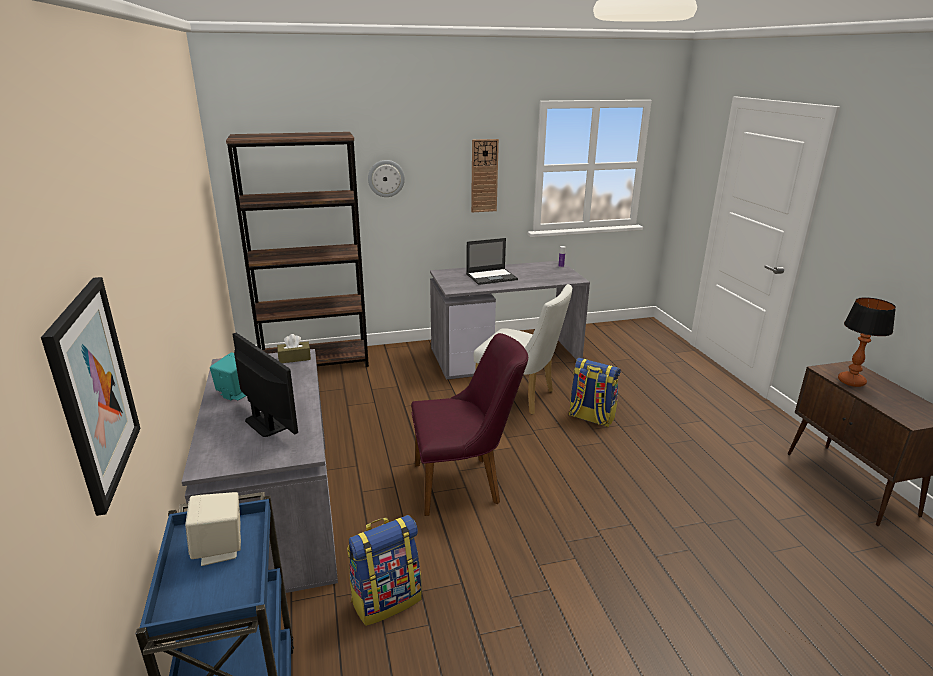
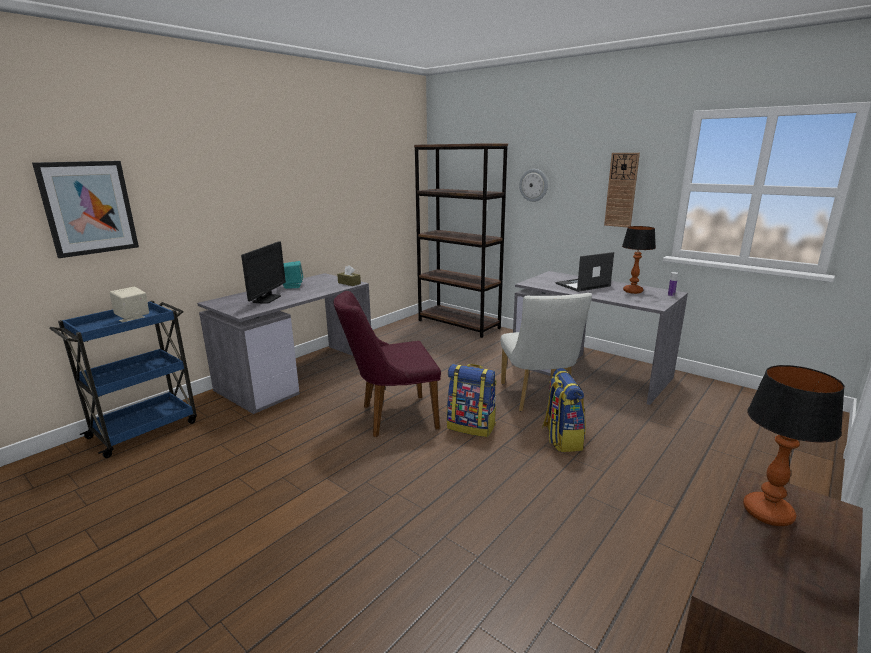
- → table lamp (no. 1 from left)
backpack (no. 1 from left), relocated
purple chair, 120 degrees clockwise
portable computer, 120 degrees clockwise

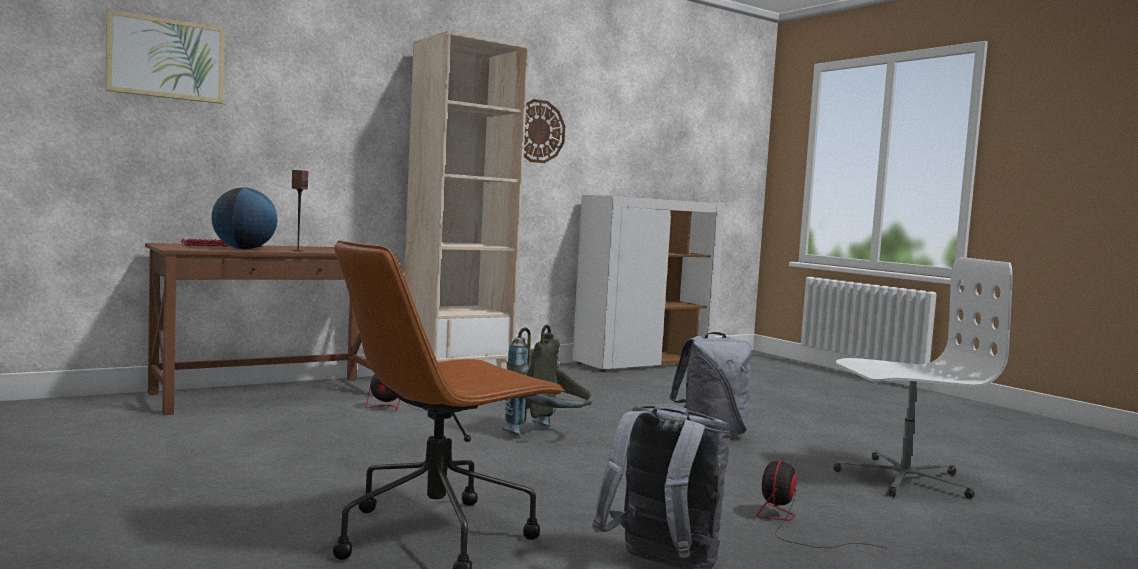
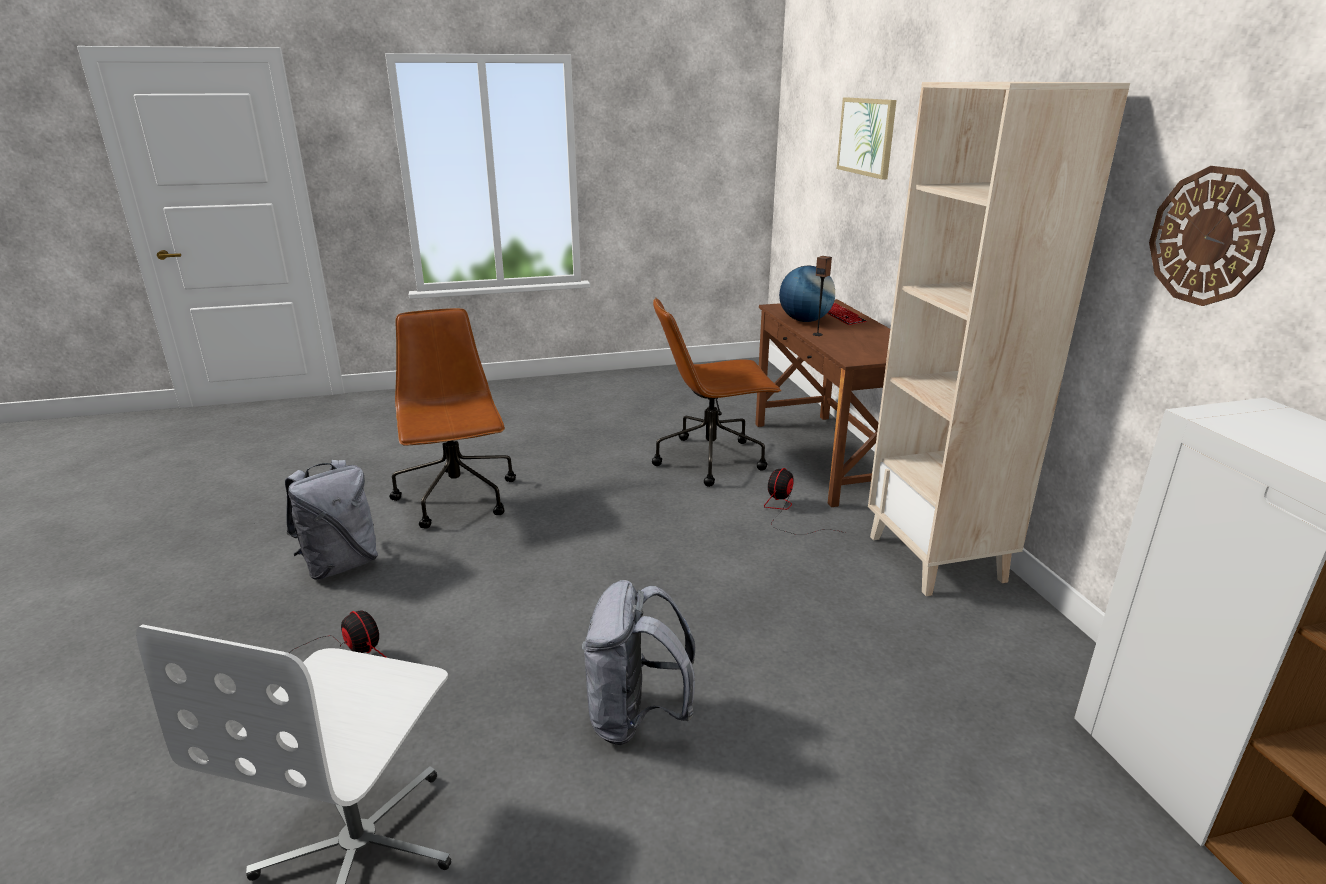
greyish backpack (no. 1 from left) → -
- → brown-coloured desk chair (no. 2 from left)

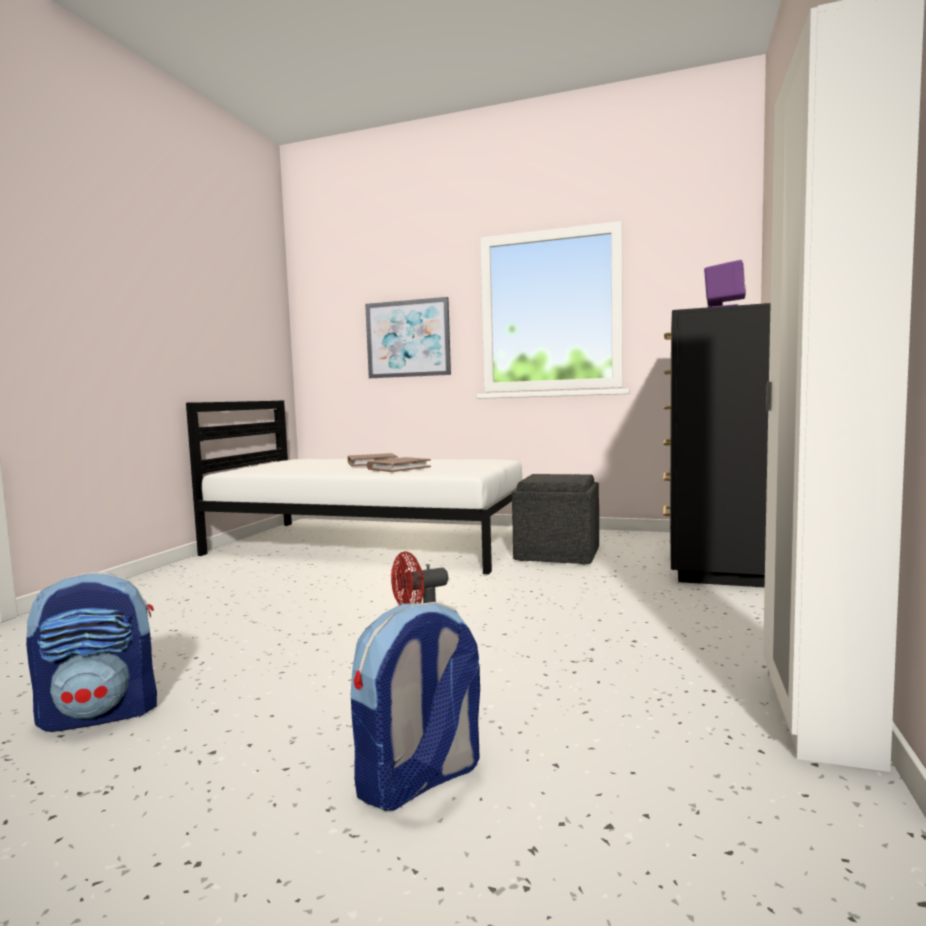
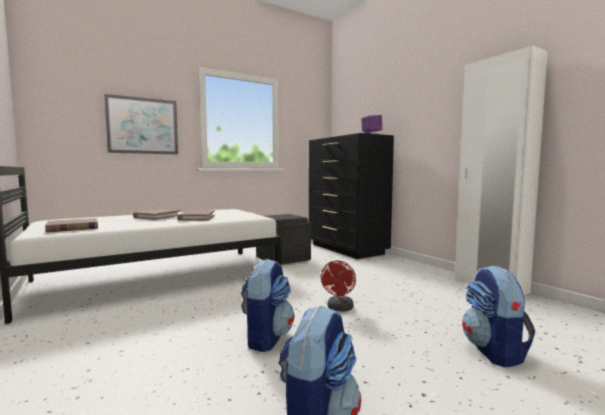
- → brown-coloured volume (no. 1 from left)
- → backpack (no. 1 from left)

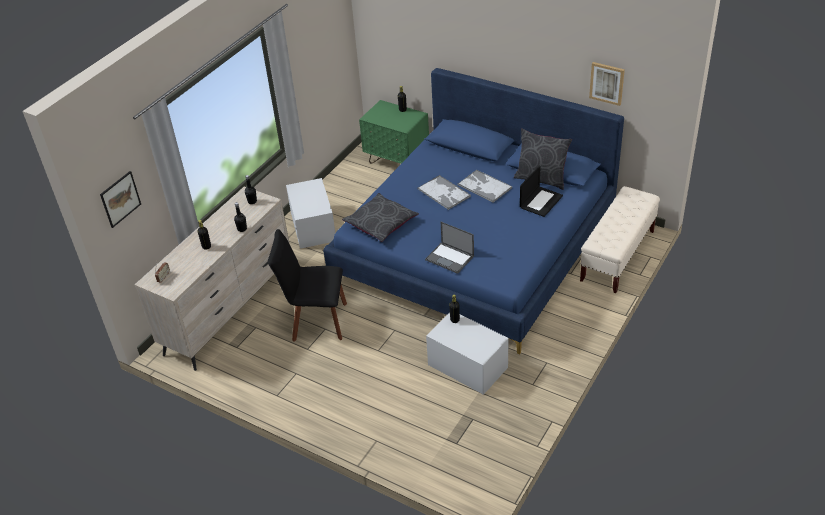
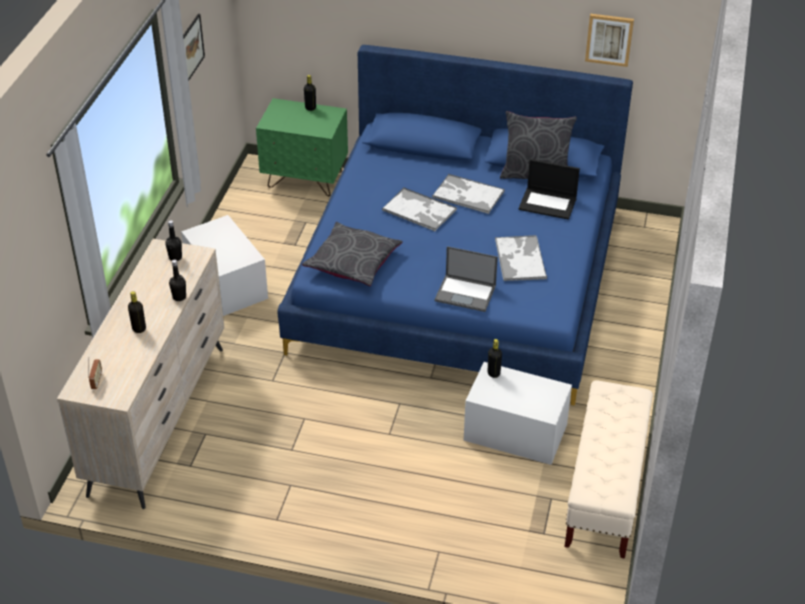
black chair → -
- → carrying tray (no. 3 from left)
wall picture (no. 1 from left), relocated
sand-coloured long seat, relocated
portable computer (no. 2 from left), 90 degrees clockwise

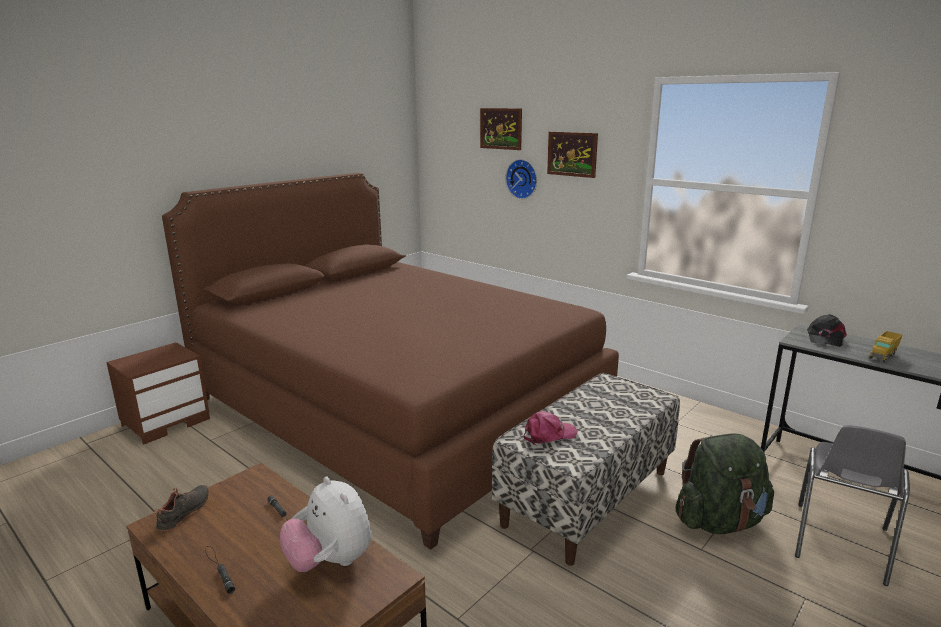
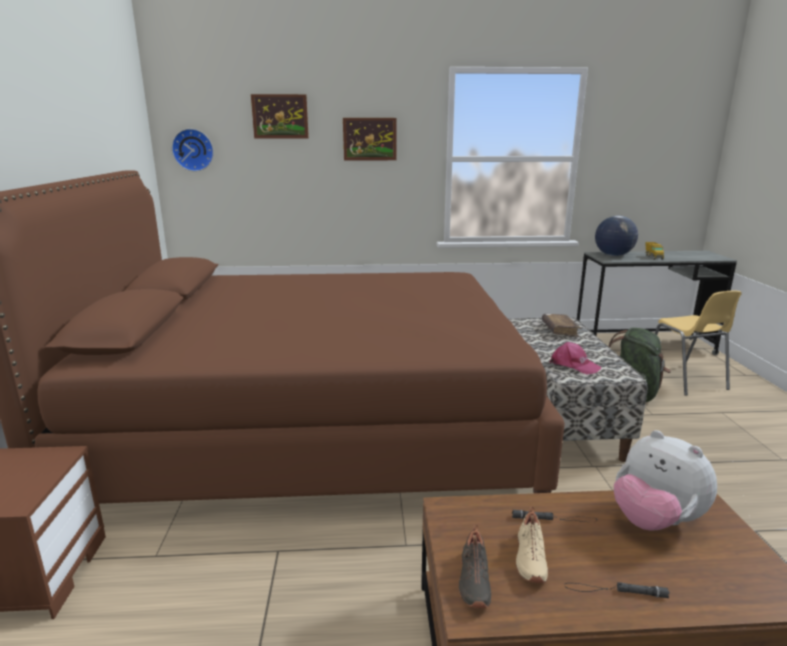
- → sand-coloured low shoe
- → brown-coloured volume
clock on the wall, relocated
black peaked cap → desk globe
greyish chair → yellow-coloured chair
black low shoe, 150 degrees counterclockwise
plush toy, 45 degrees clockwise
pinkish peaked cap, 105 degrees clockwise

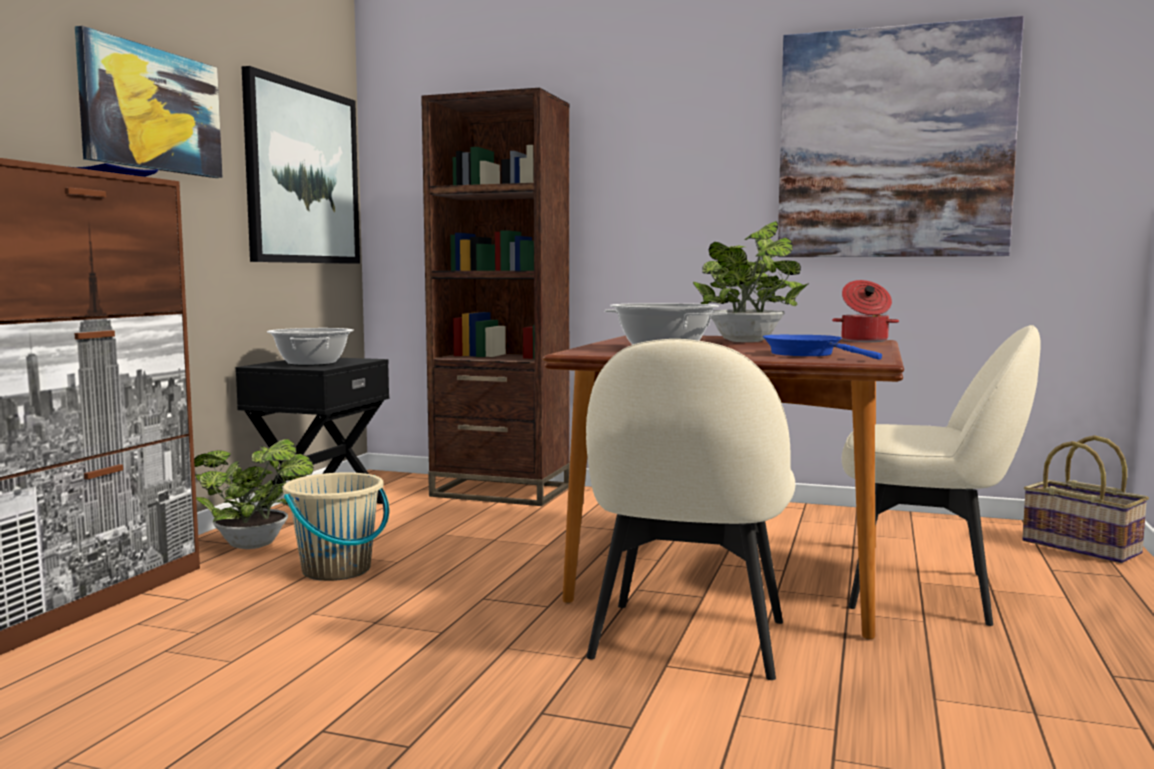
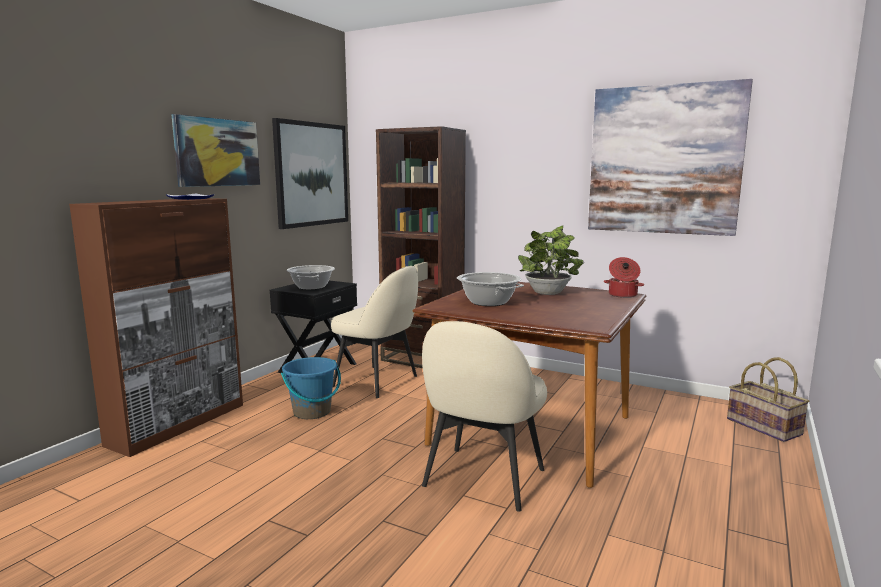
plant in a pot (no. 1 from left) → -
blue-coloured skillet → -
sand-coloured chair (no. 2 from left in the first image) → sand-coloured chair (no. 1 from left), relocated
sand-coloured bucket → blue-coloured bucket

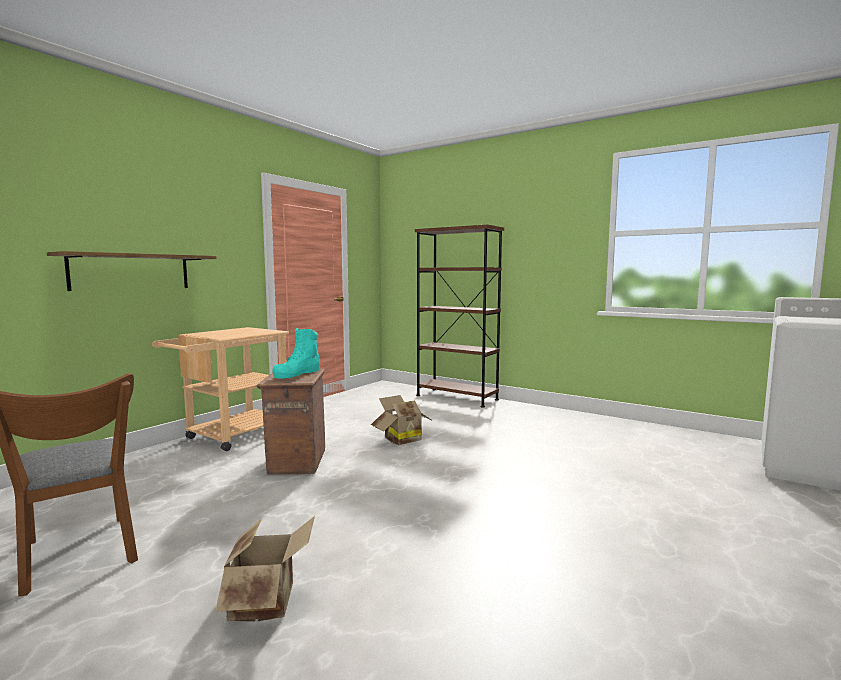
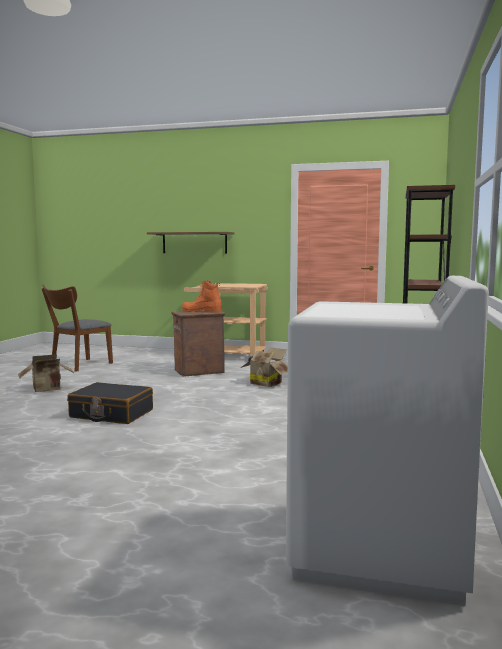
- → black suitcase
turquoise tall boot → orange tall boot

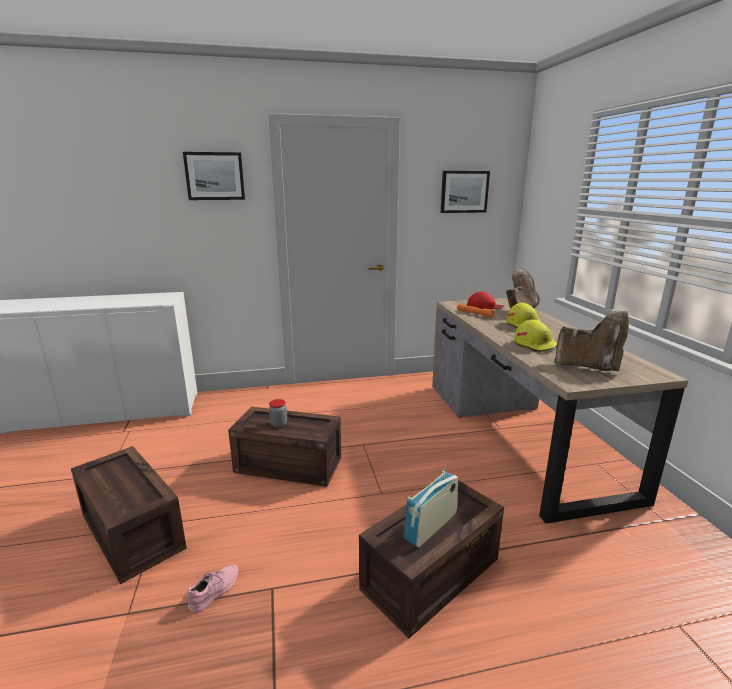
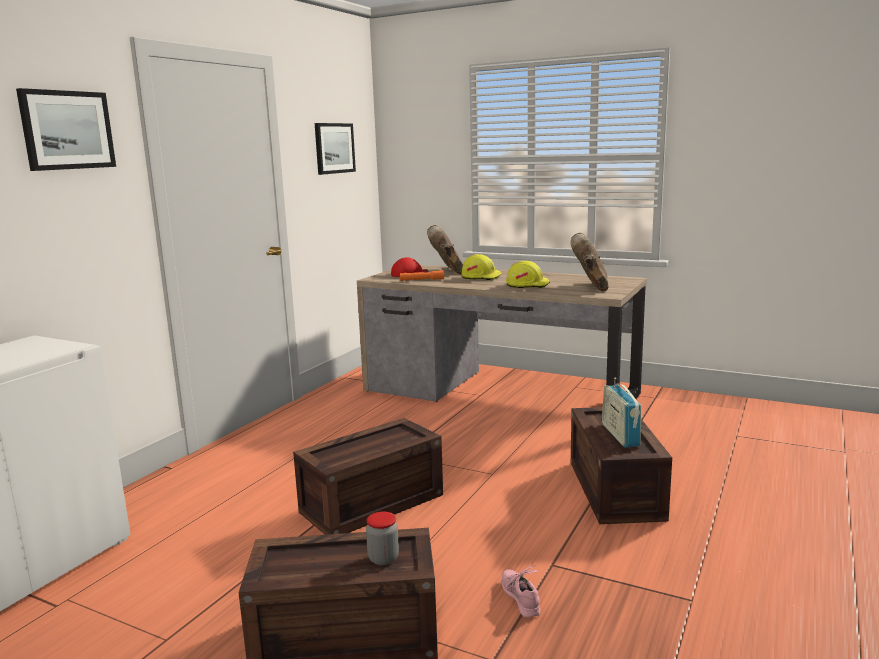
jar, relocated
brown-coloured tall boot (no. 2 from left), 60 degrees counterclockwise

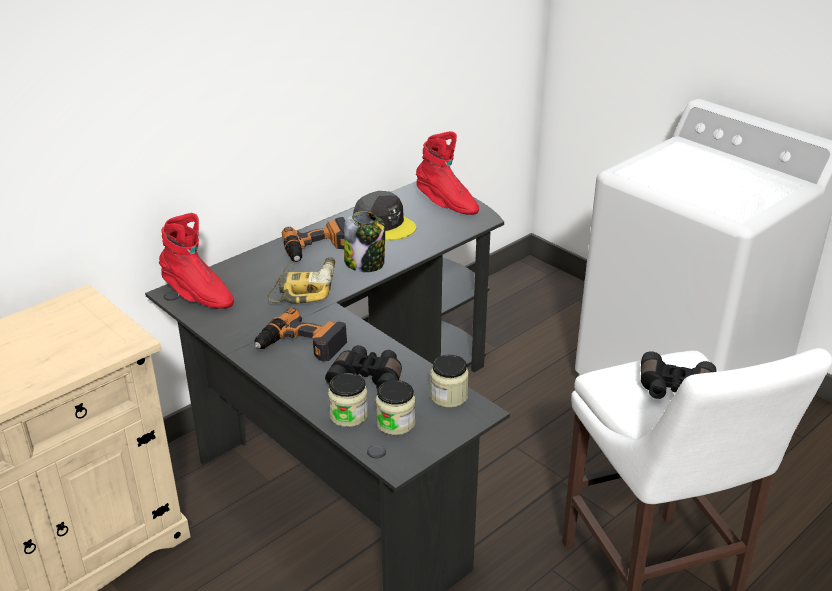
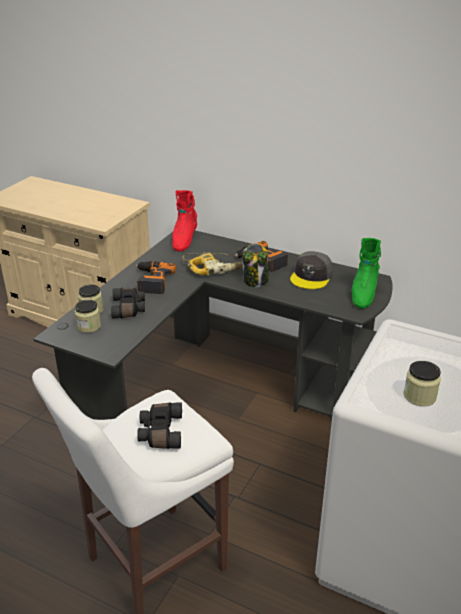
jar (no. 4 from left), relocated
red tall boot (no. 2 from left) → green-coloured tall boot

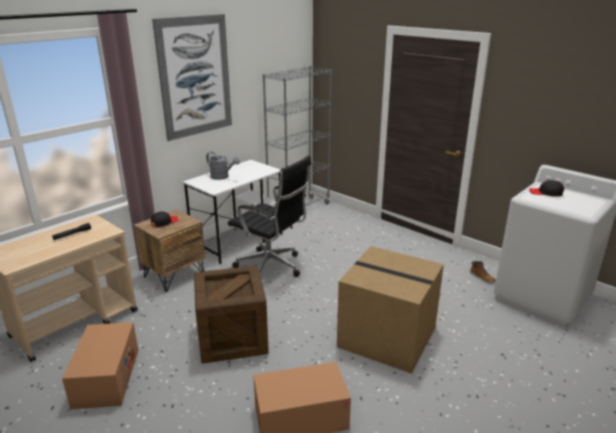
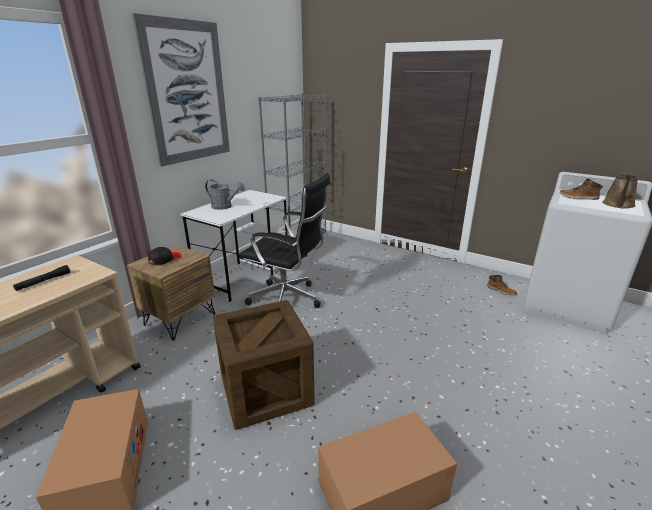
packing box (no. 3 from left) → -
- → brown-coloured sprinkling can
black peaked cap (no. 2 from left) → tall boot (no. 2 from left)

